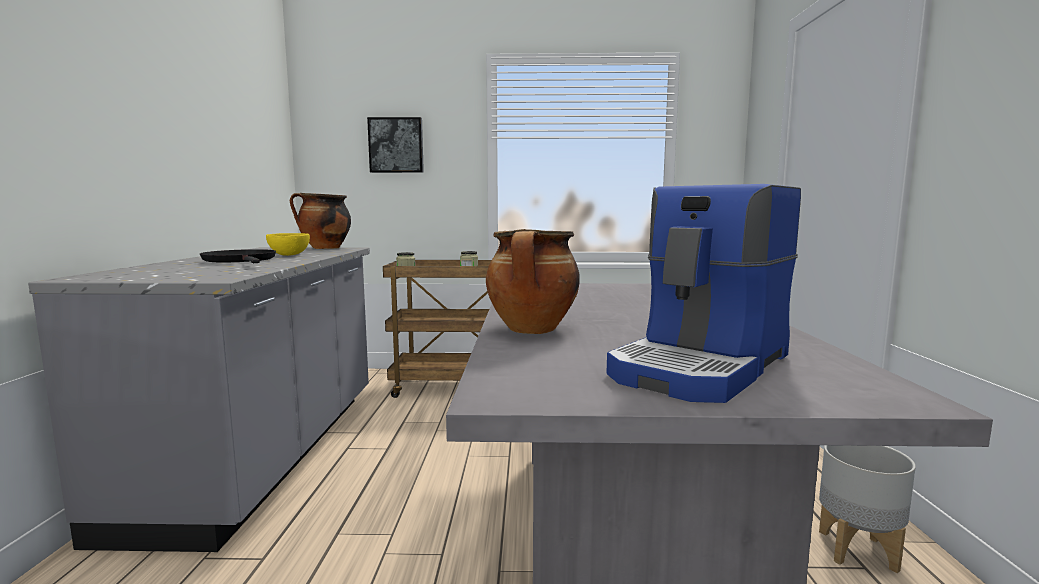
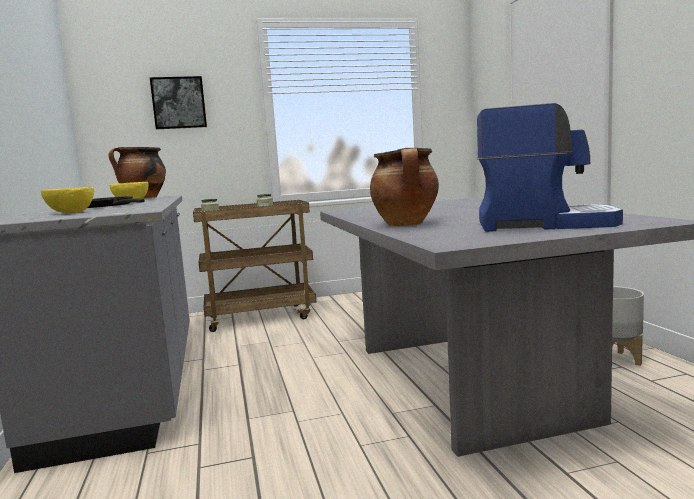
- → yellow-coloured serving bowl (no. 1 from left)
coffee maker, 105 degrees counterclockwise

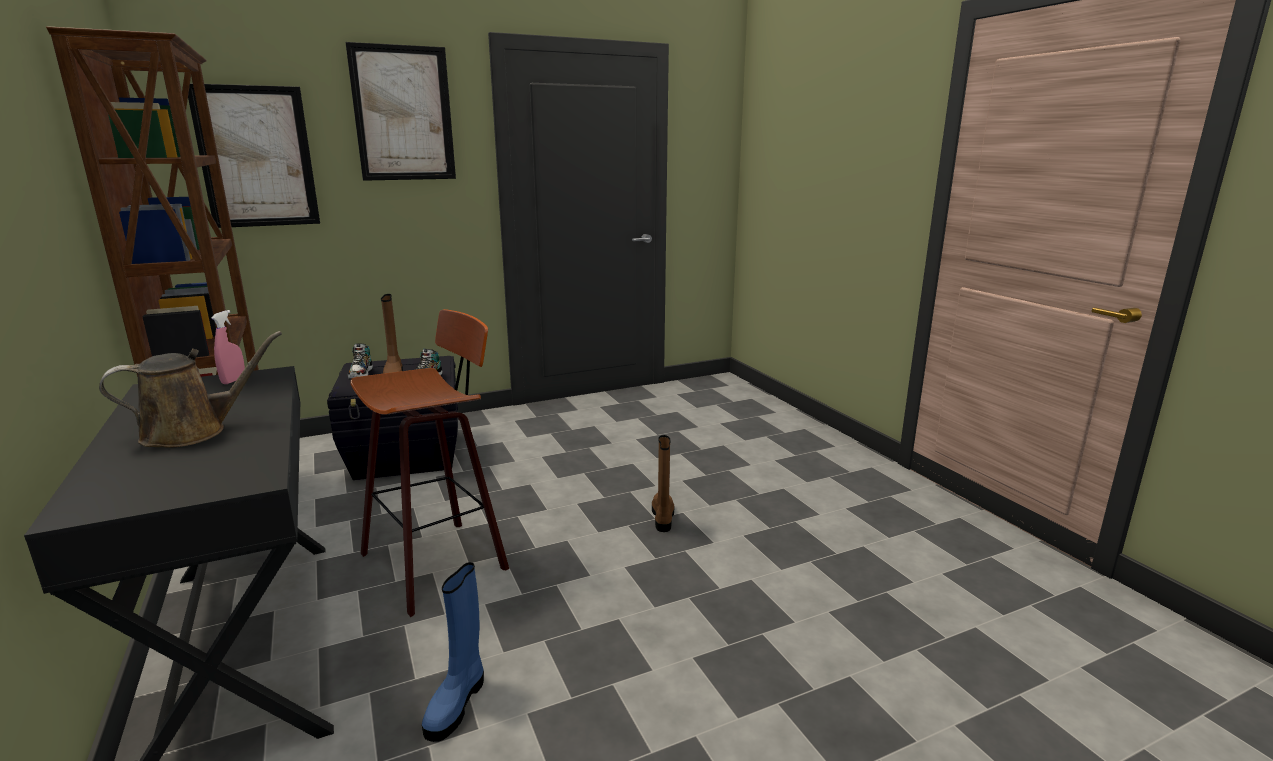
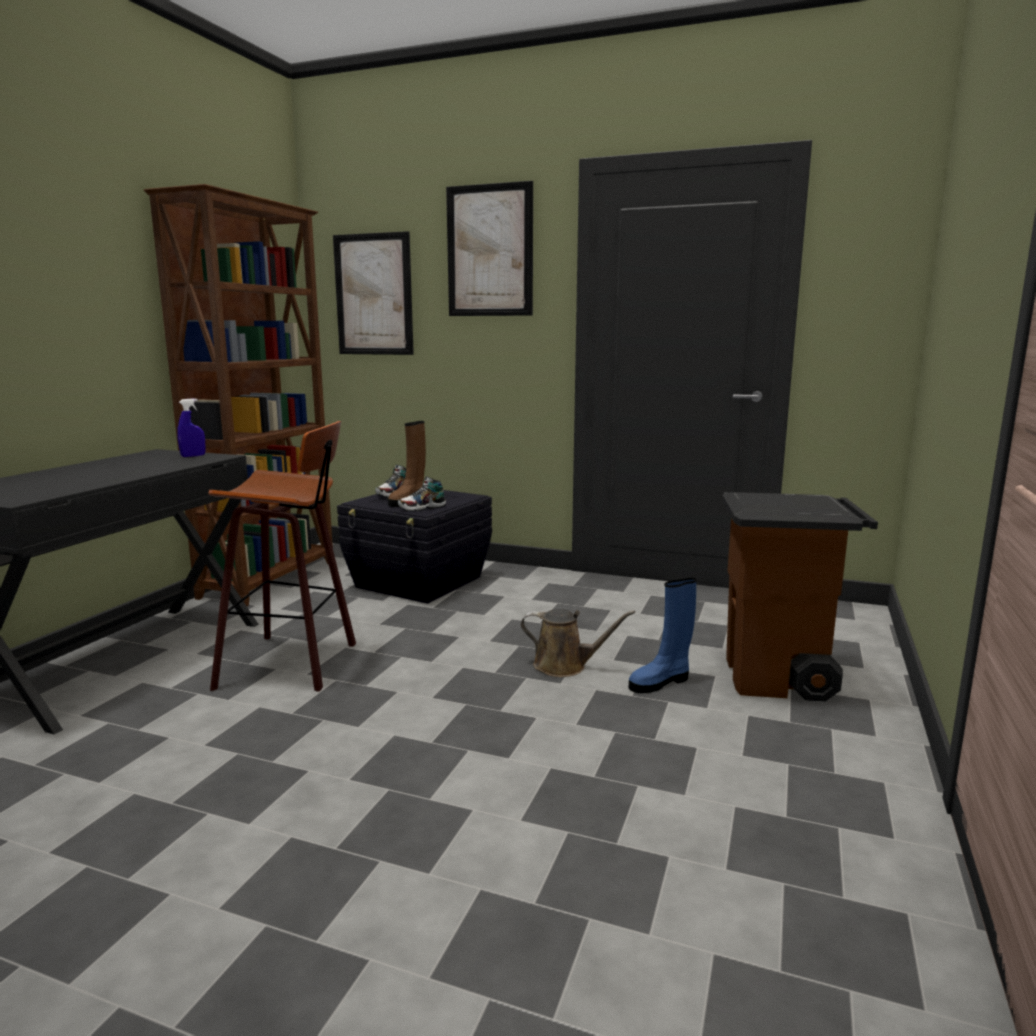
brown-coloured tall boot (no. 2 from left) → -
- → brown-coloured trash can
brown-coloured sprinkling can, relocated
blue-coloured tall boot, relocated
pinkish sprayer → blue-coloured sprayer

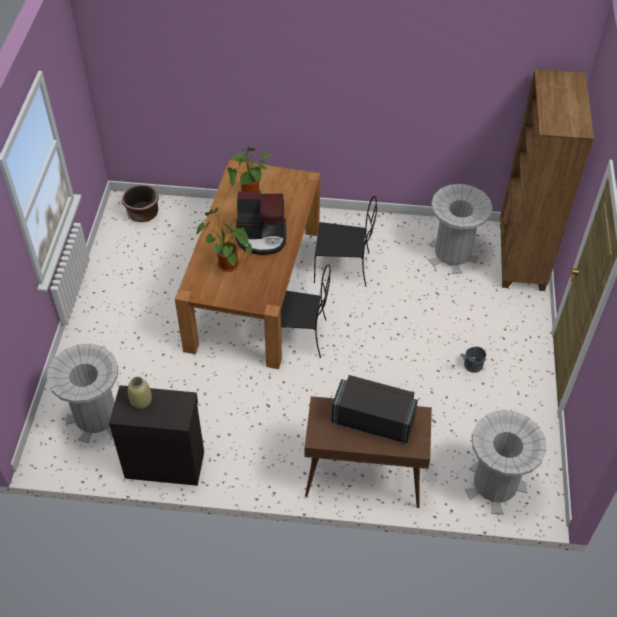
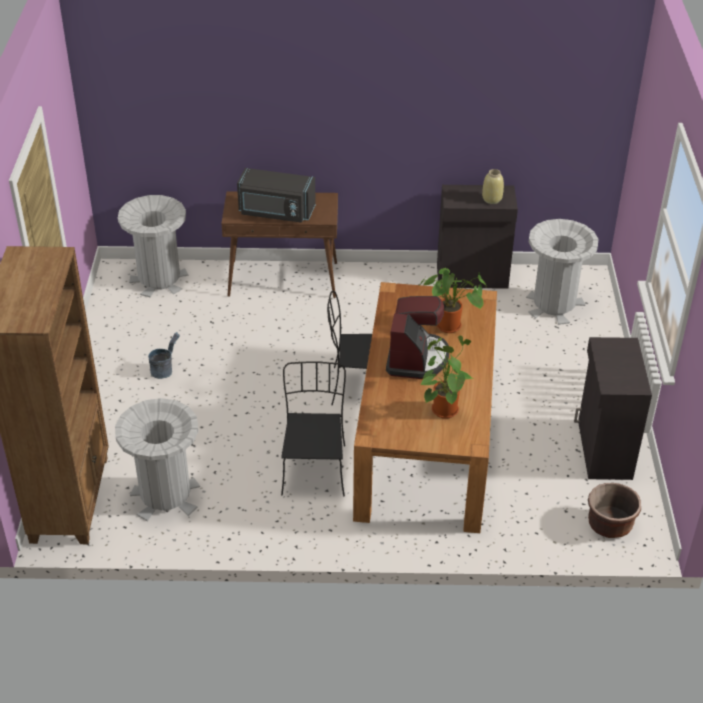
- → black cupboard (no. 2 from left)
coffee maker, 105 degrees clockwise
black chair (no. 2 from left in the first image) → black chair (no. 1 from left), 90 degrees clockwise

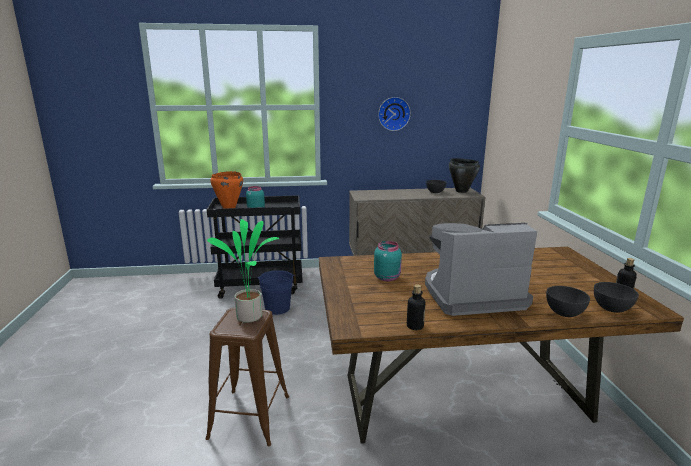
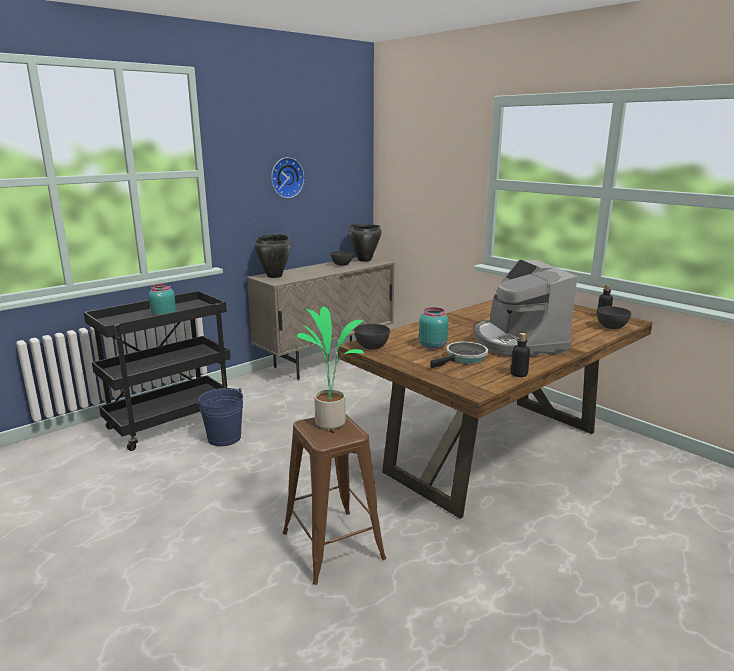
orange stockpot → -
- → black stockpot (no. 1 from left)
- → skillet
greyish serving bowl (no. 2 from left), relocated
coffee maker, 60 degrees counterclockwise

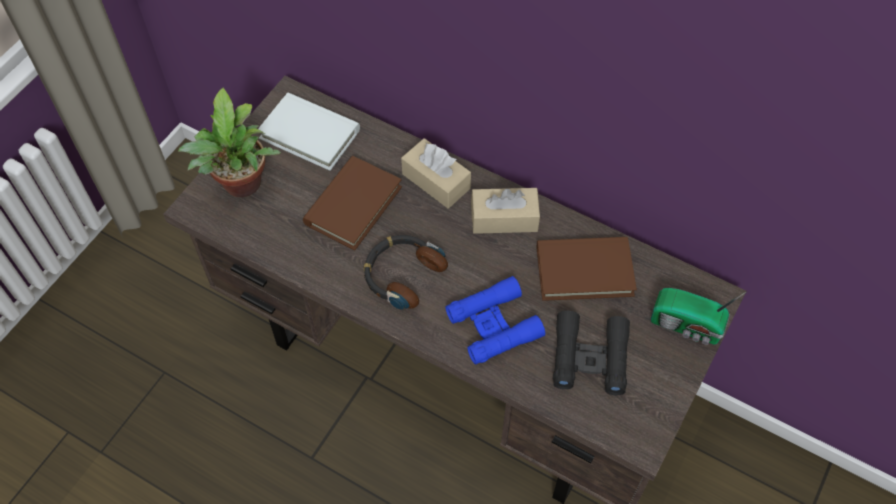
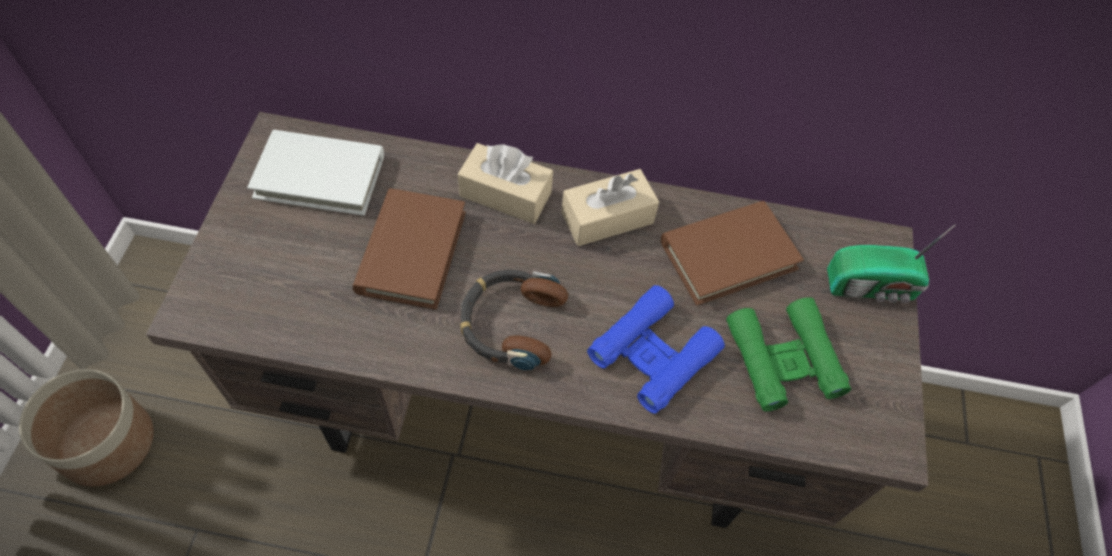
plant in a pot → -
- → flower pot
black pair of binoculars → green-coloured pair of binoculars

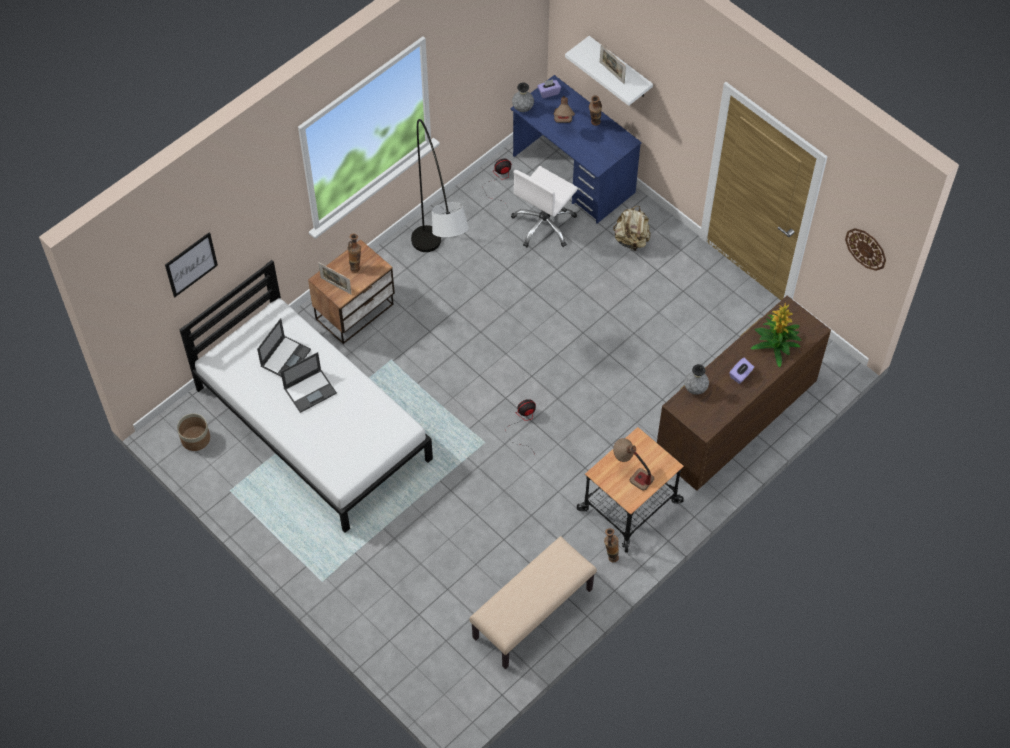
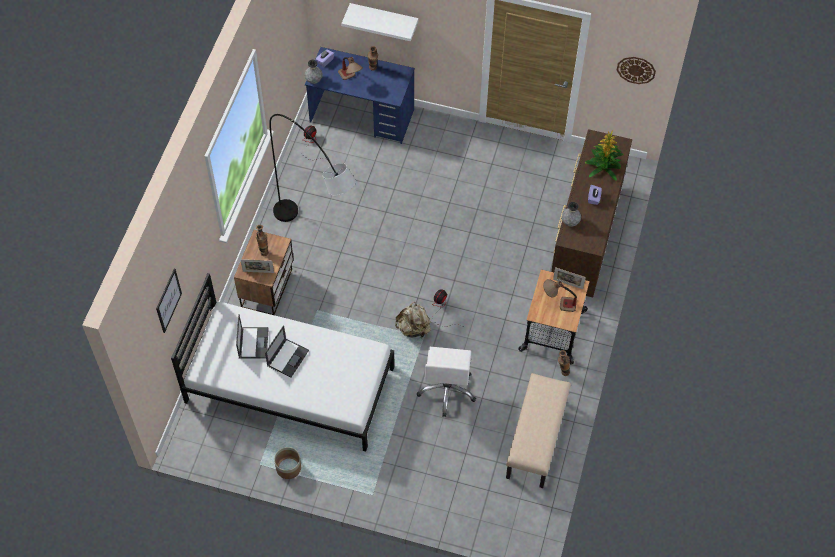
flower pot, relocated
whitish desk chair, relocated
picture frame (no. 2 from left), relocated
sand-coloured backpack, relocated

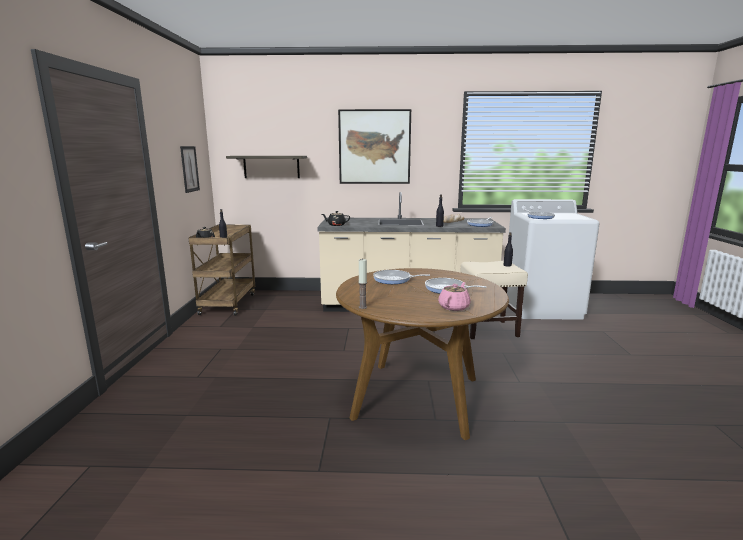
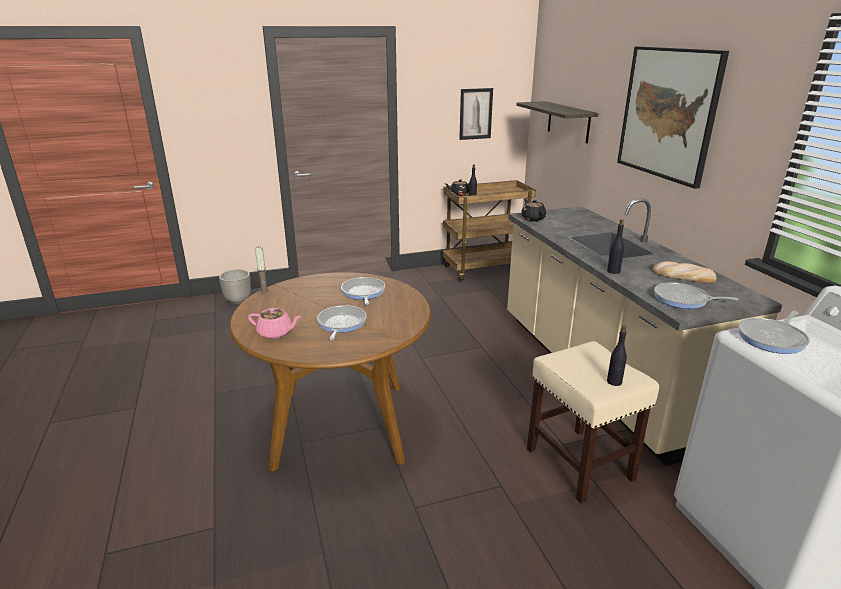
- → flower pot

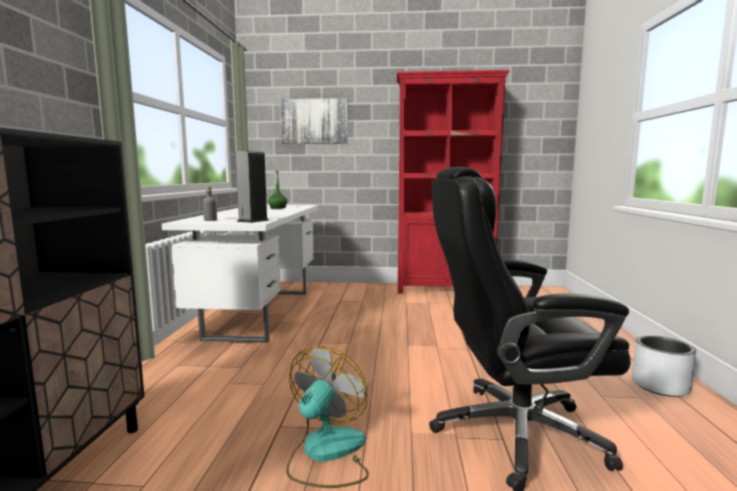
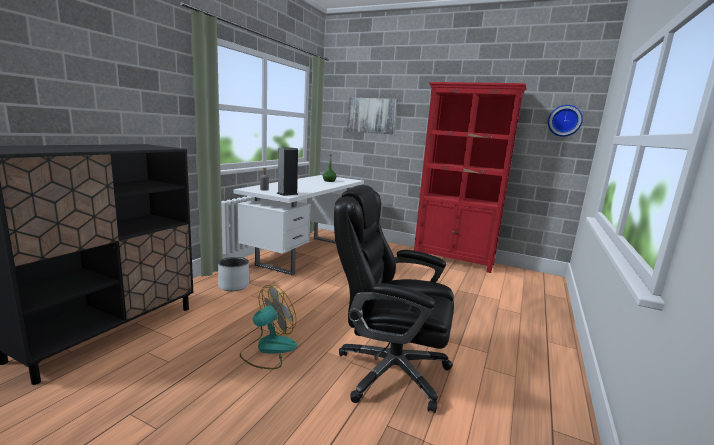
- → clock on the wall
greyish flower pot, relocated

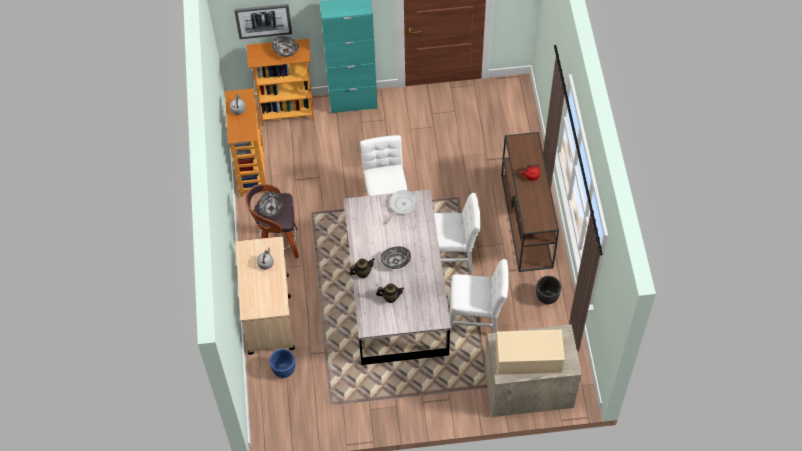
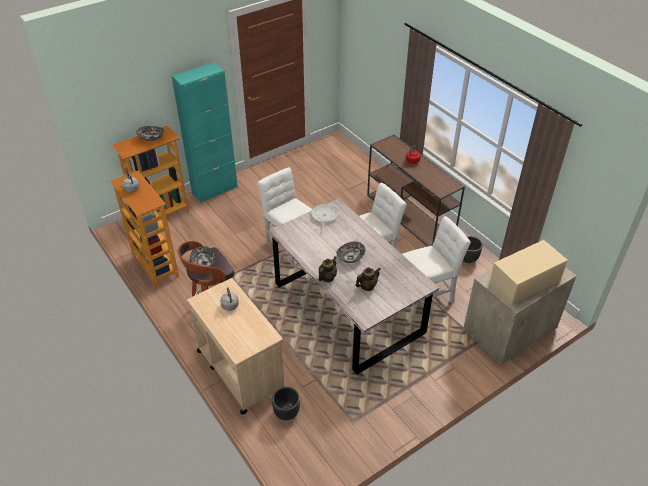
wall picture → -
blue-coloured flower pot → black flower pot (no. 1 from left)

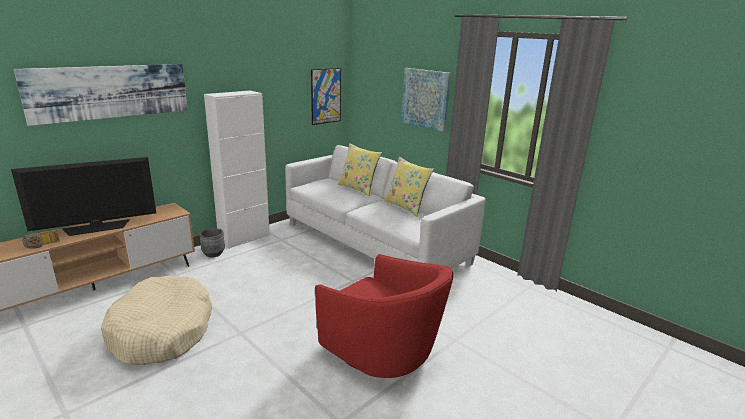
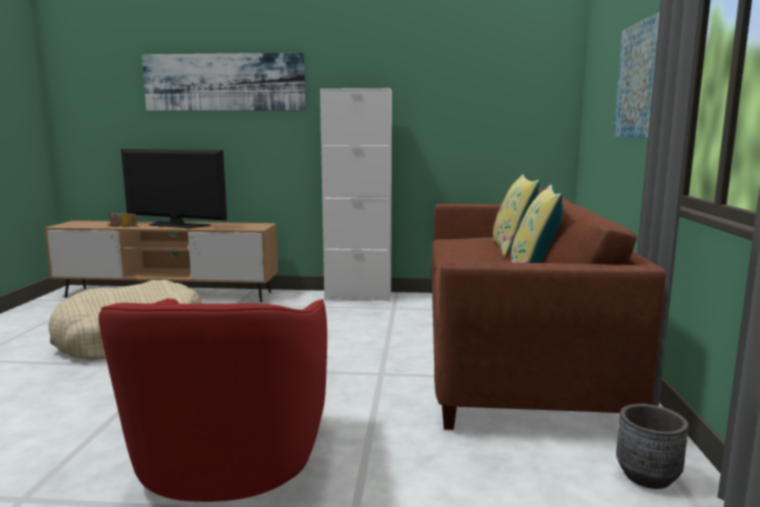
wall picture (no. 2 from left) → -
greyish flower pot, relocated
whitish settee → brown-coloured settee

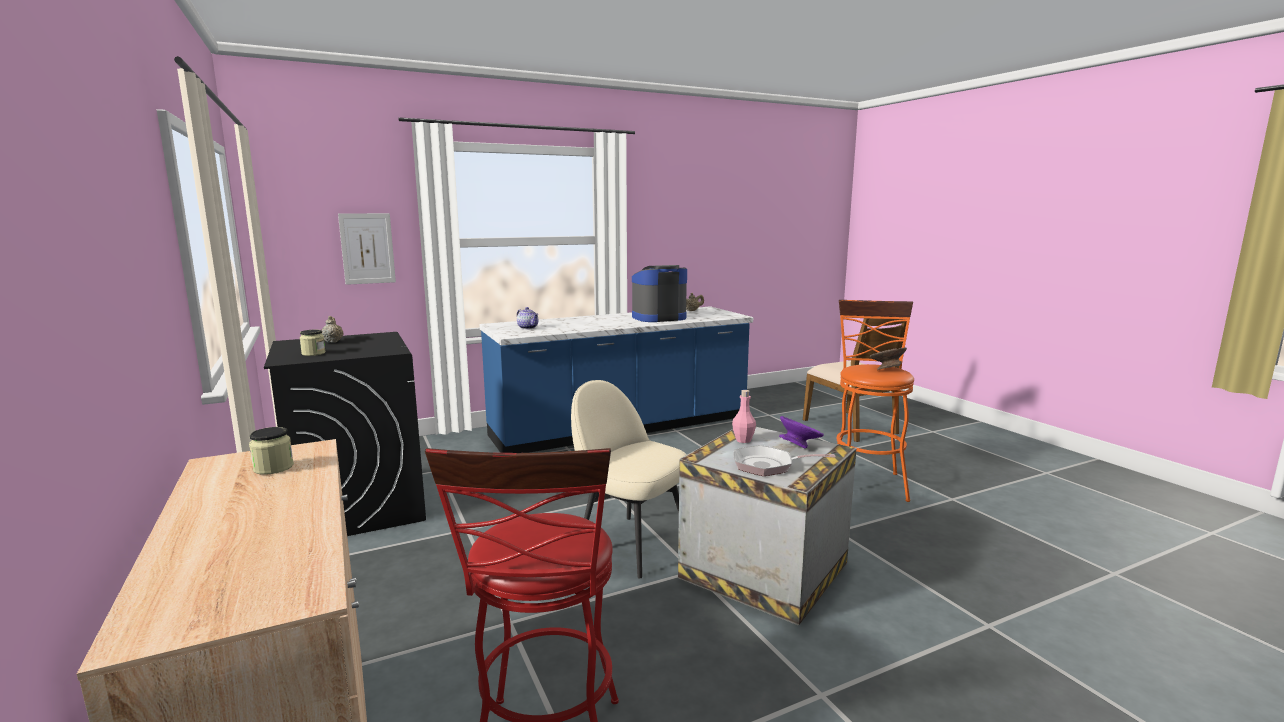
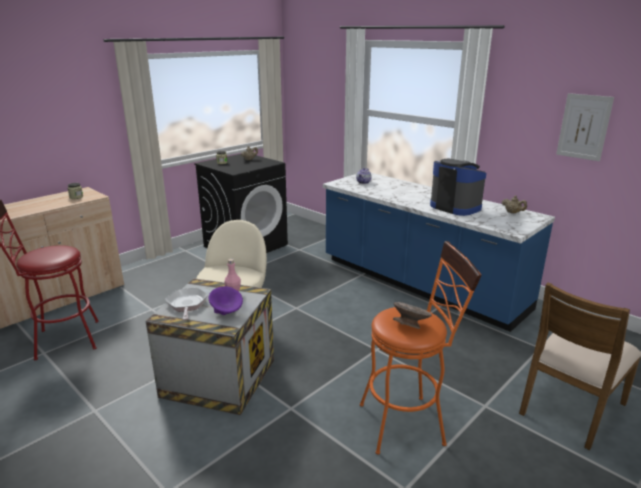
wall picture, relocated

